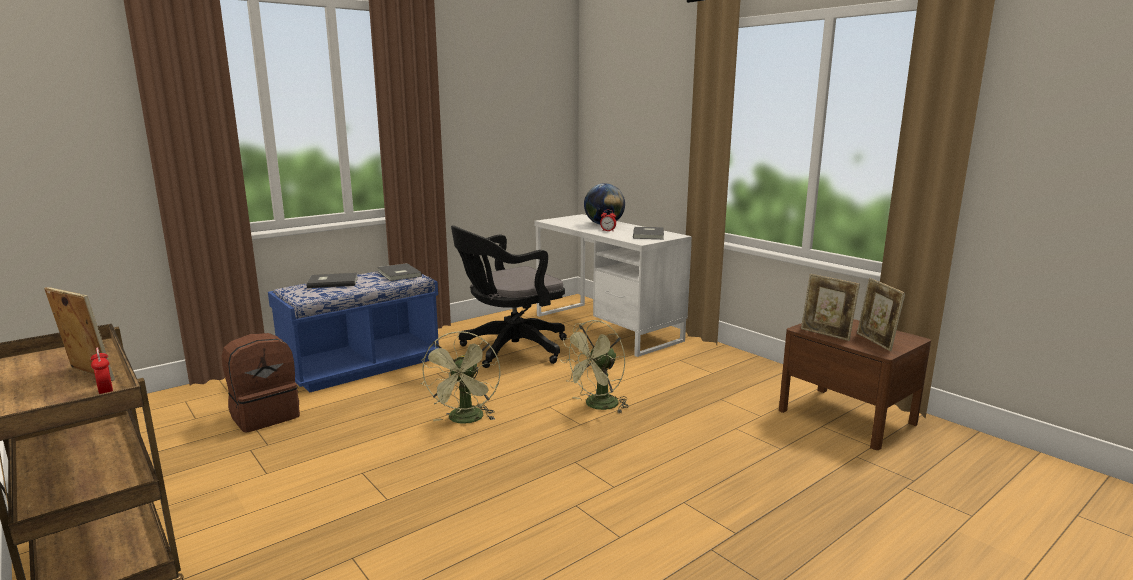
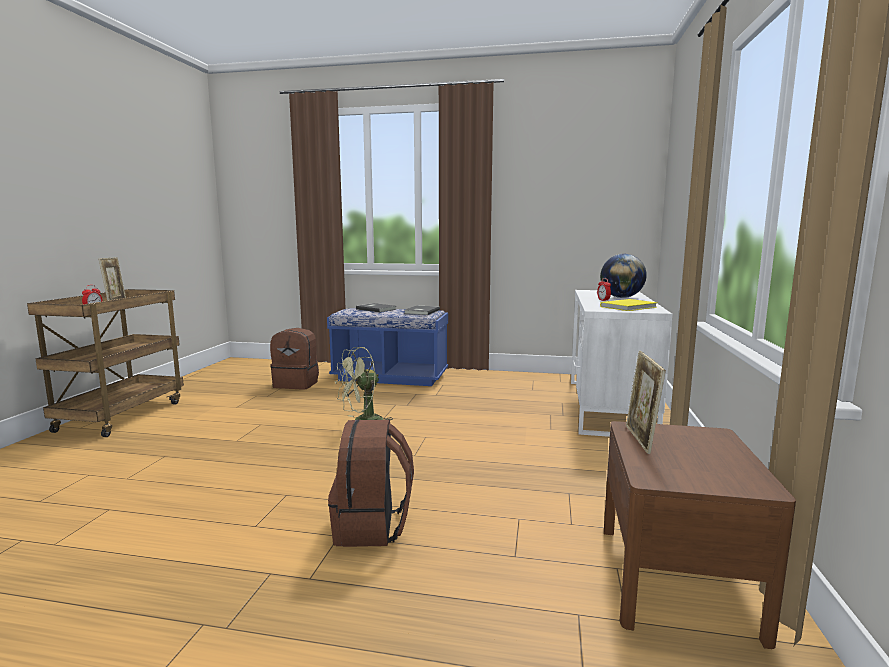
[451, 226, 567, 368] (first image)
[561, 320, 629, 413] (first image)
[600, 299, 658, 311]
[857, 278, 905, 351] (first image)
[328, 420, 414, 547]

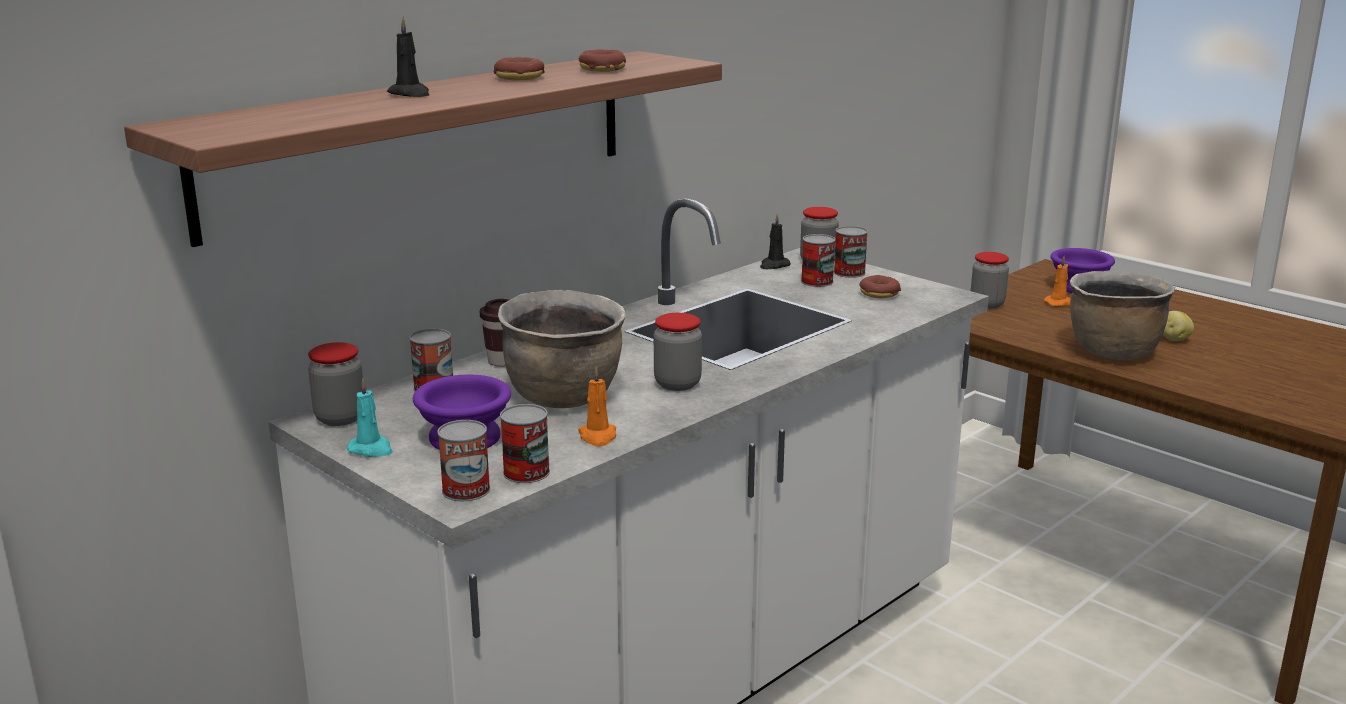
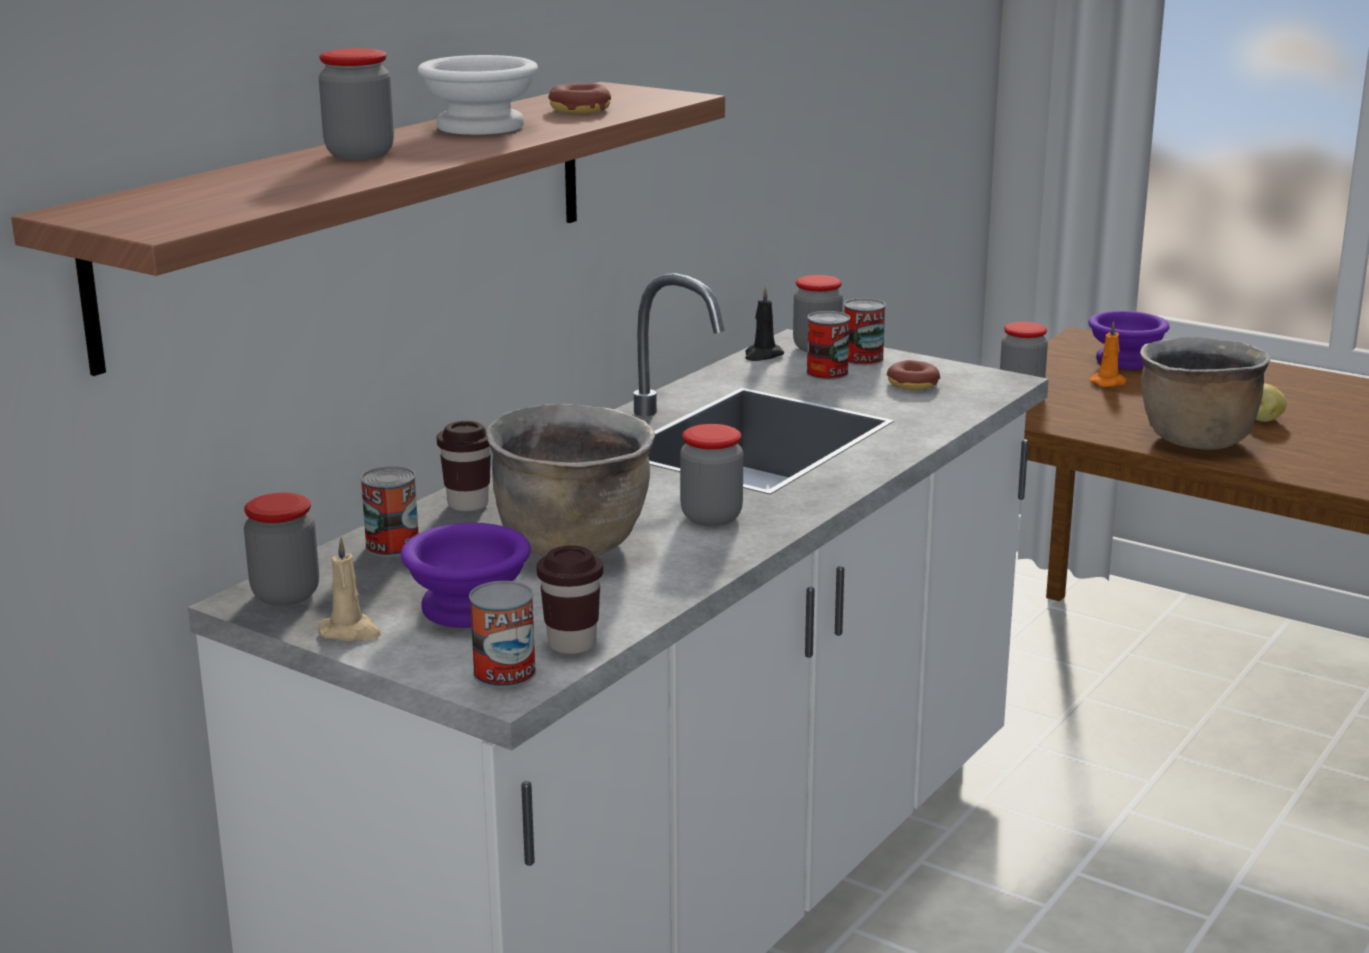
[318, 537, 381, 642]
[319, 48, 394, 160]
[417, 55, 538, 135]
[536, 546, 603, 654]
[578, 366, 616, 446] (first image)

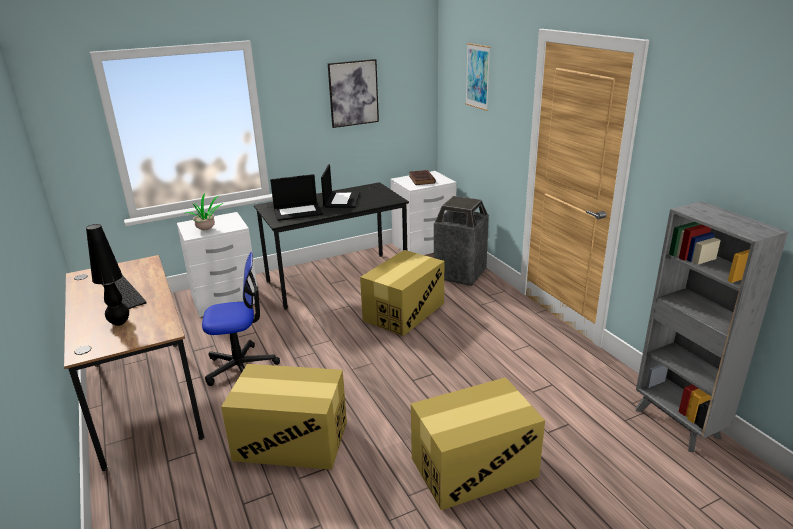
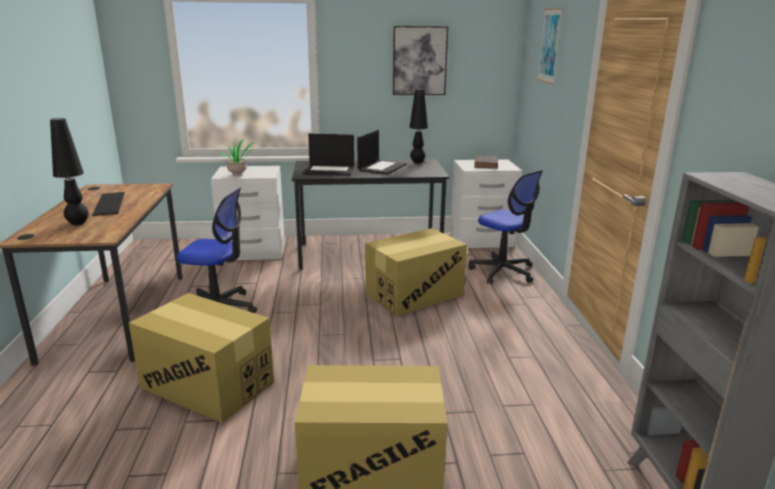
[468, 170, 543, 284]
[409, 89, 428, 164]

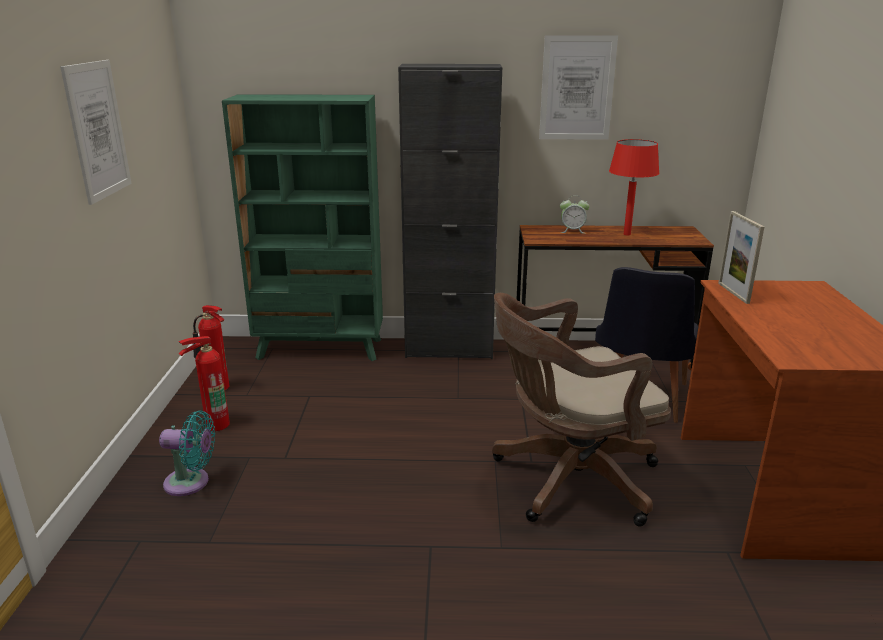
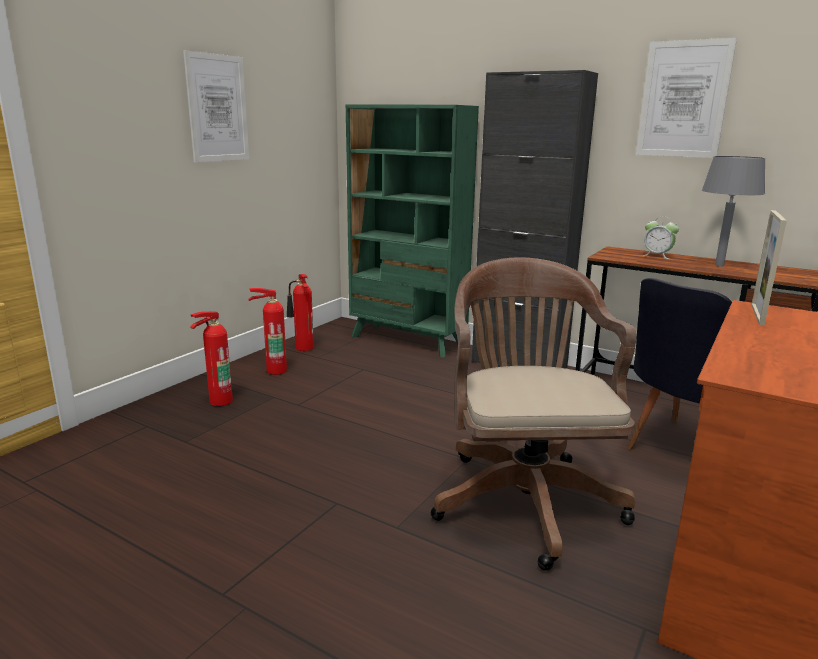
[190, 311, 233, 406]
[431, 257, 636, 571]
[702, 156, 766, 267]

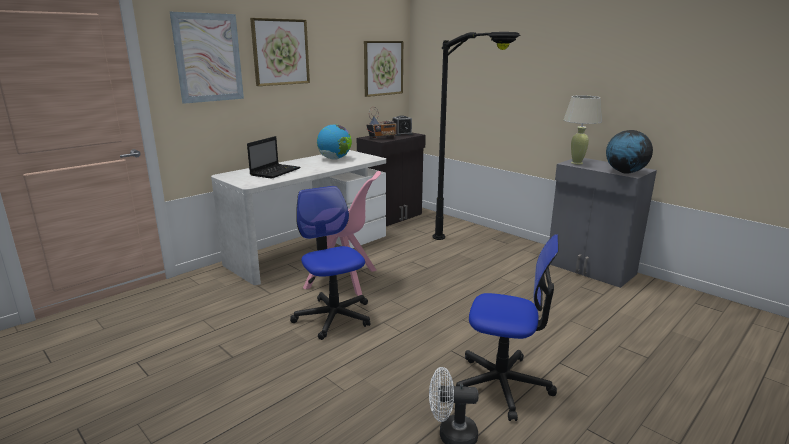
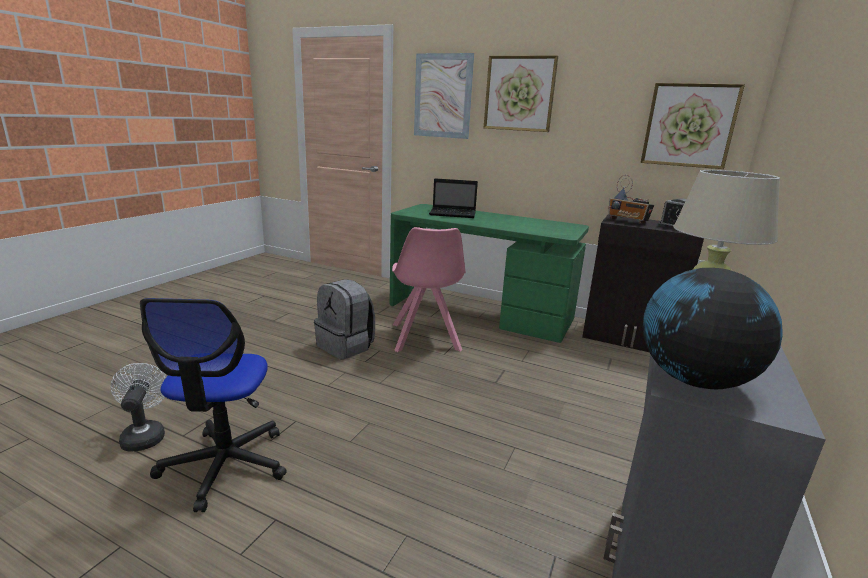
[389, 204, 589, 343]
[314, 279, 375, 360]
[317, 124, 352, 160] (first image)
[432, 32, 521, 240] (first image)

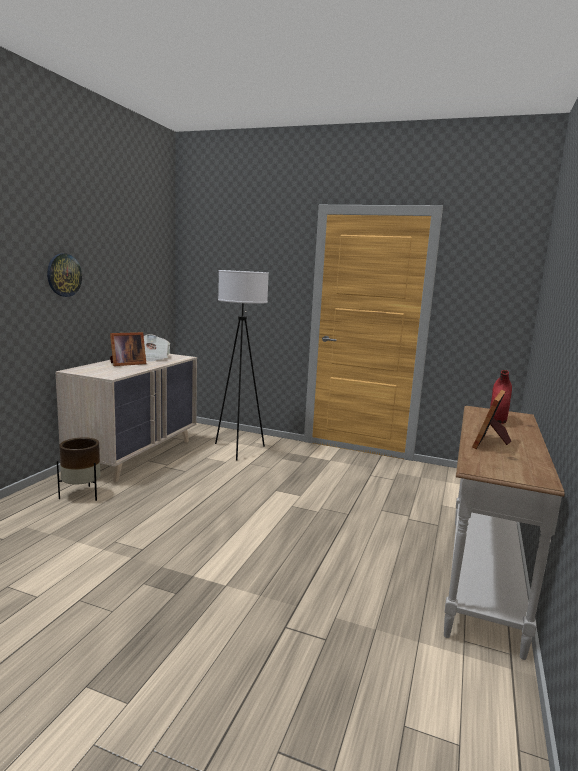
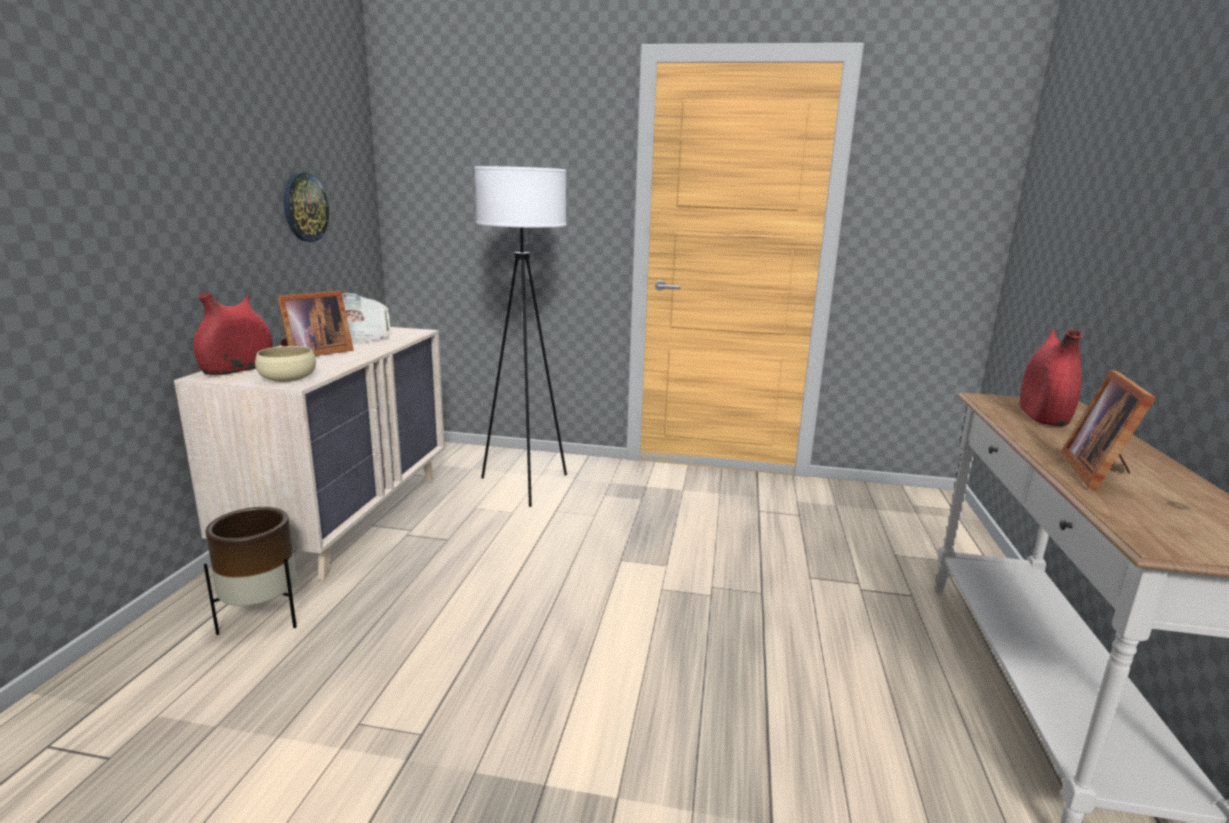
[284, 172, 329, 242]
[193, 292, 273, 375]
[255, 346, 316, 382]

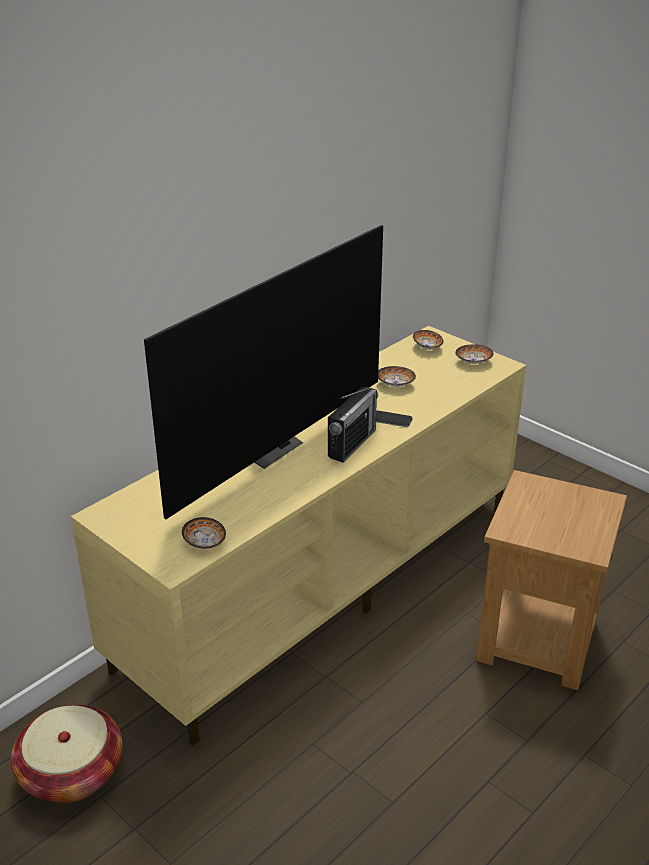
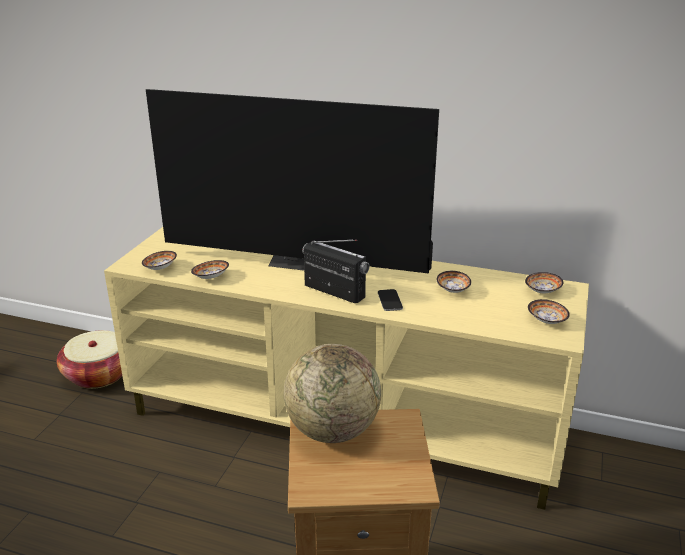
[302, 240, 370, 303]
[191, 260, 229, 279]
[284, 344, 381, 443]

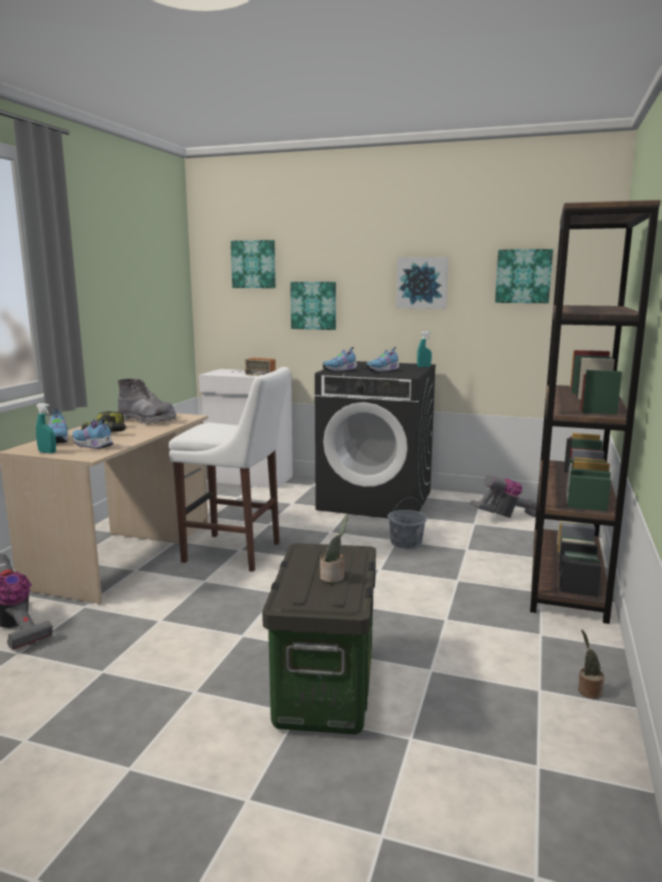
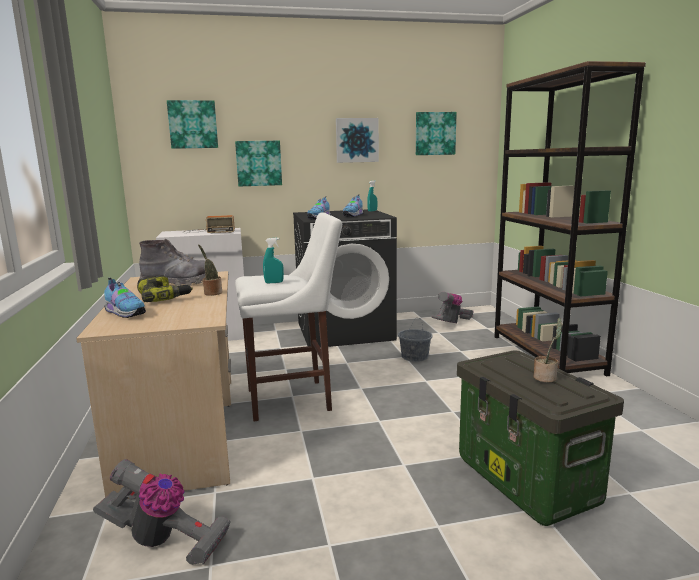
[263, 238, 284, 283]
[72, 419, 113, 449] (first image)
[198, 244, 222, 296]

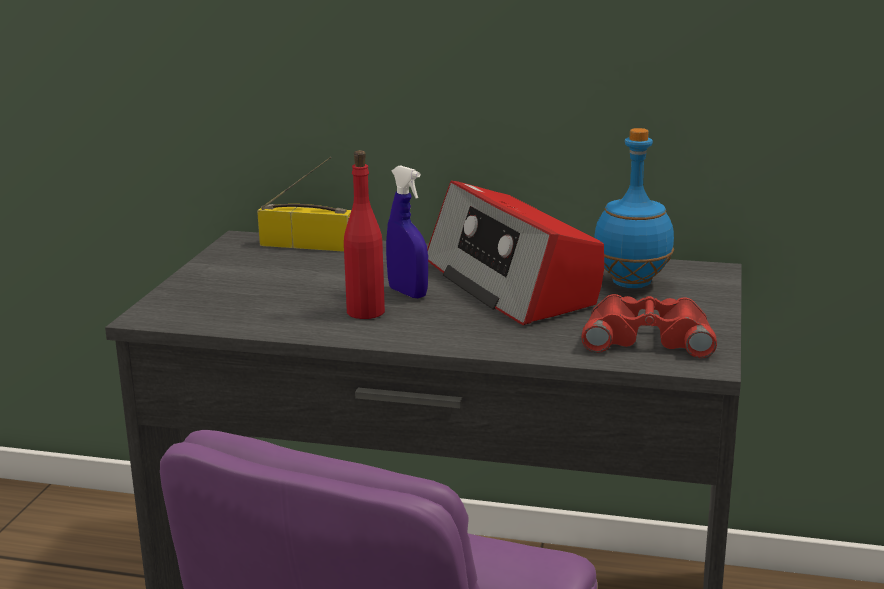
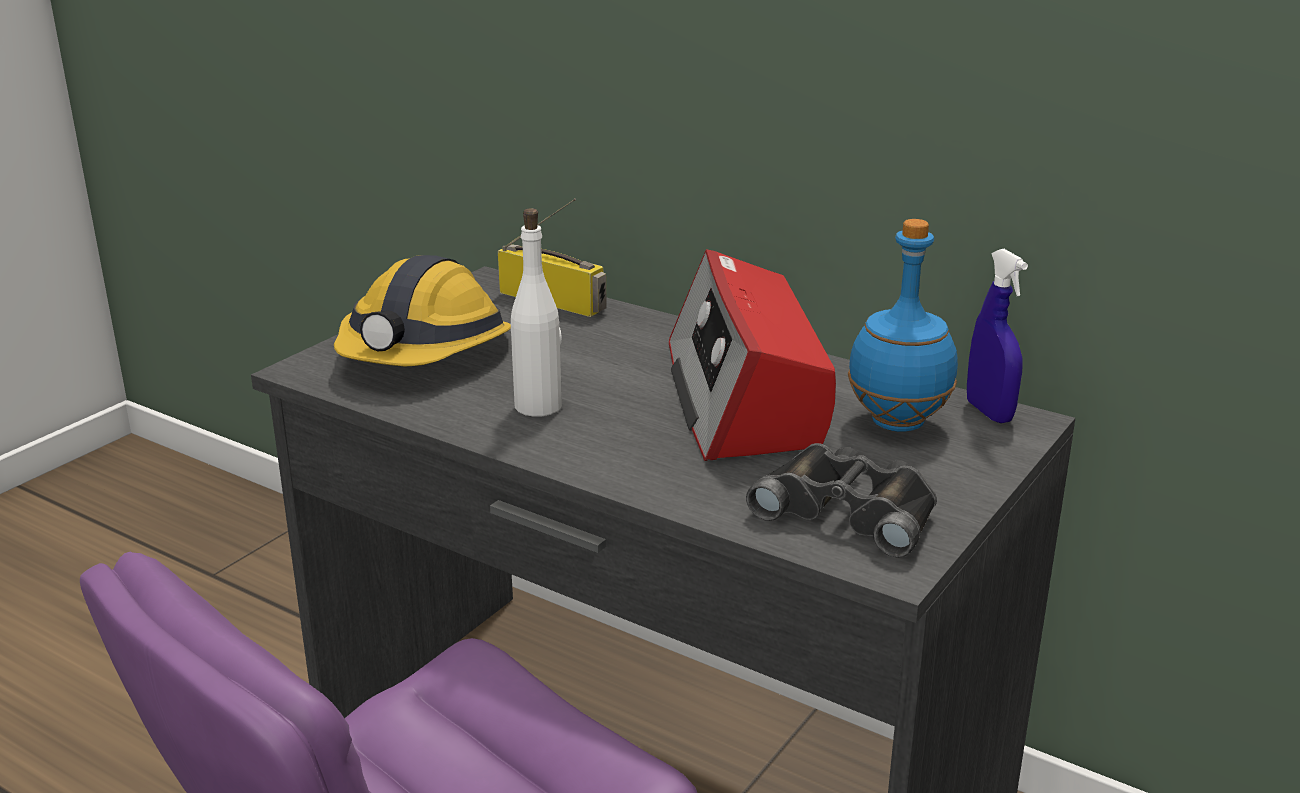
[511, 208, 562, 417]
[967, 249, 1028, 423]
[746, 443, 937, 558]
[334, 255, 511, 366]

